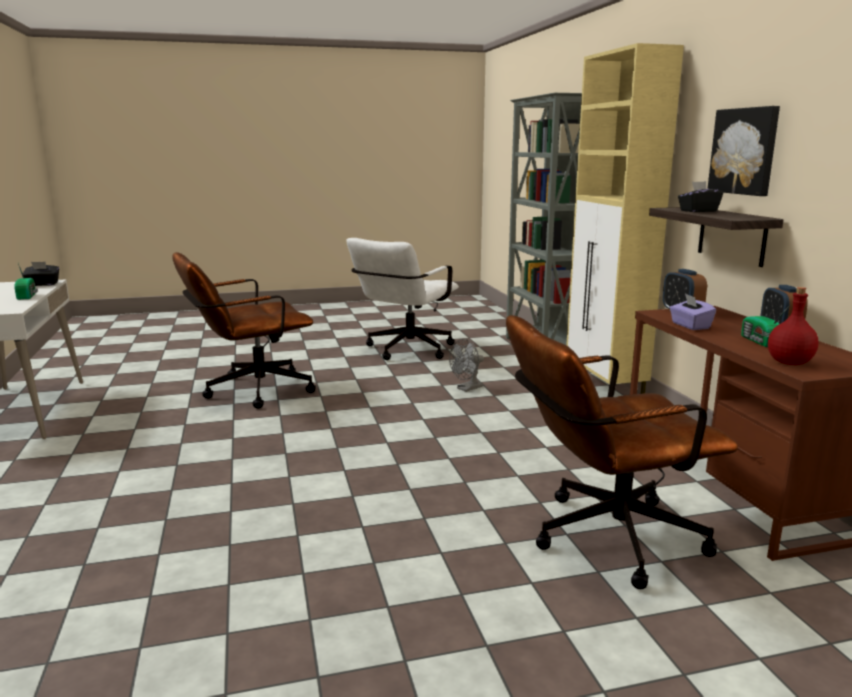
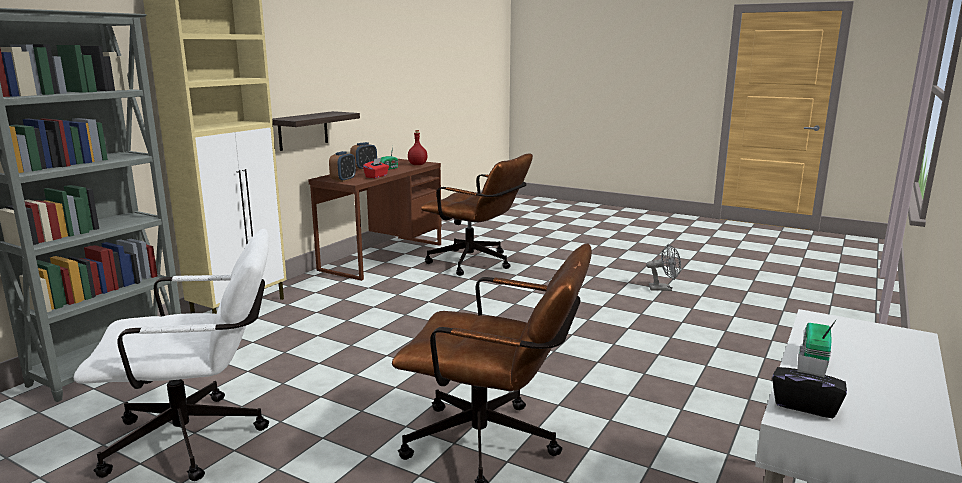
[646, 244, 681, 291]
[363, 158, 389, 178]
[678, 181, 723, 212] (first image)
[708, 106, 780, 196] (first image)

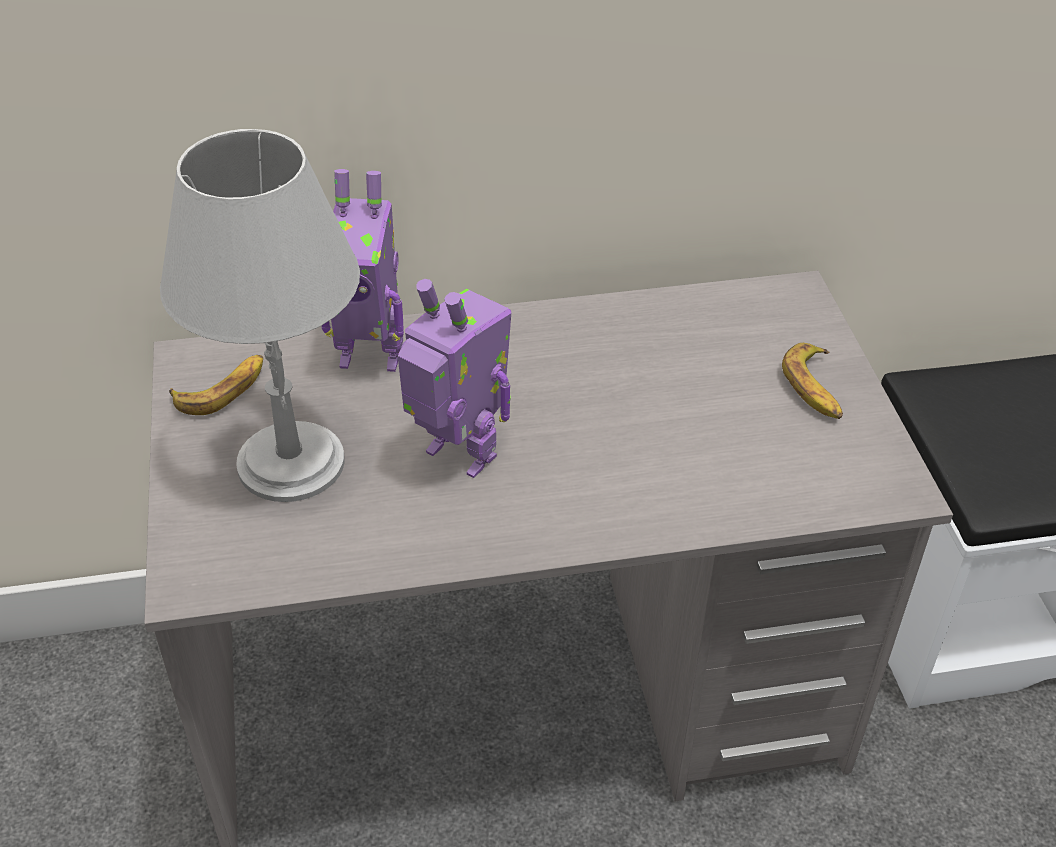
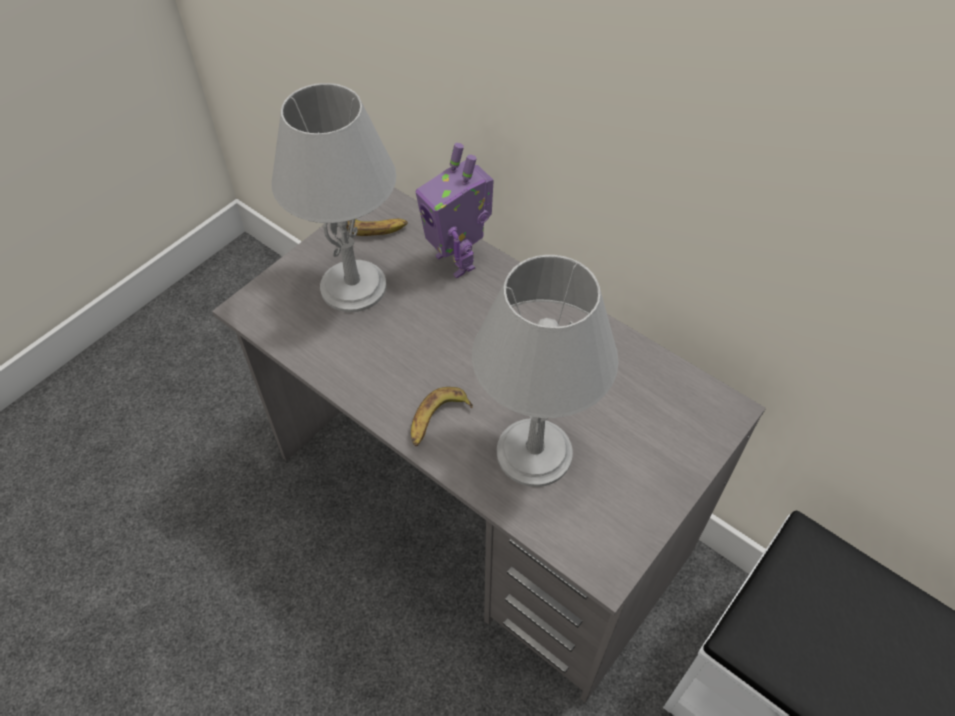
[398, 279, 511, 478] (first image)
[411, 387, 473, 446]
[472, 255, 619, 487]

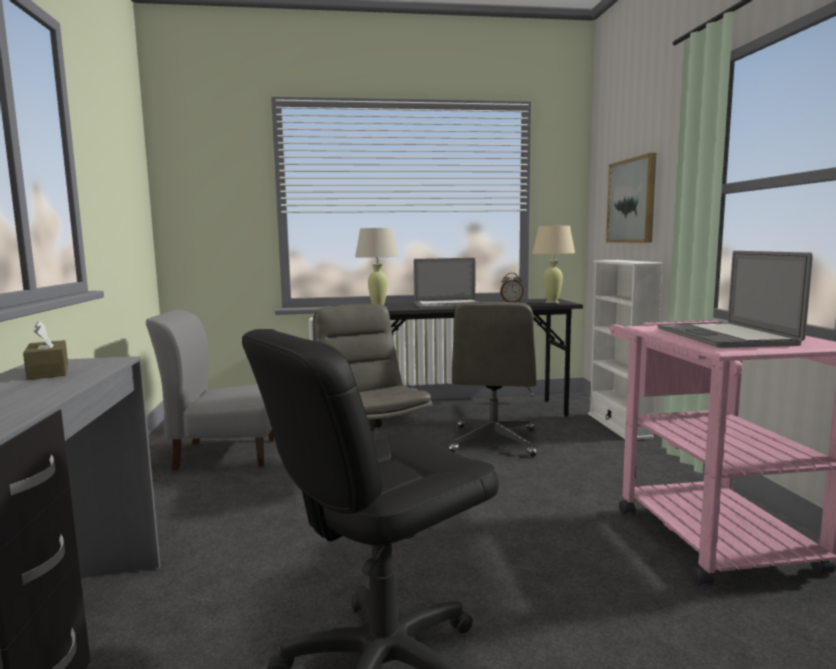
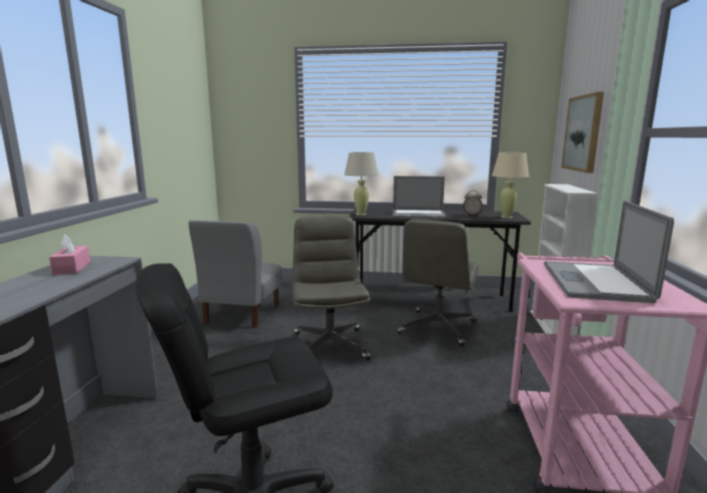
[49, 235, 91, 275]
[189, 220, 283, 328]

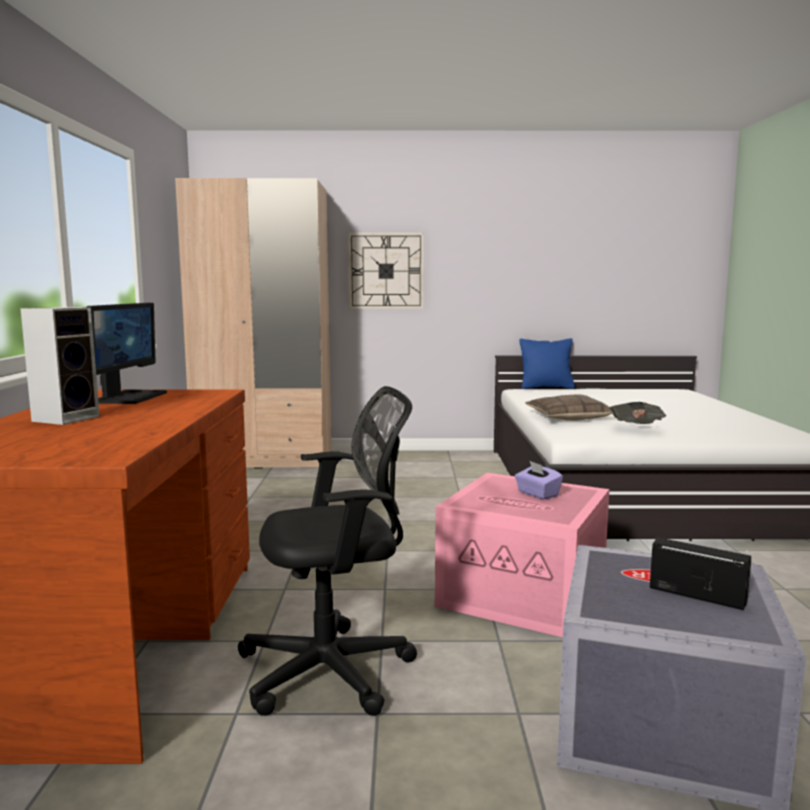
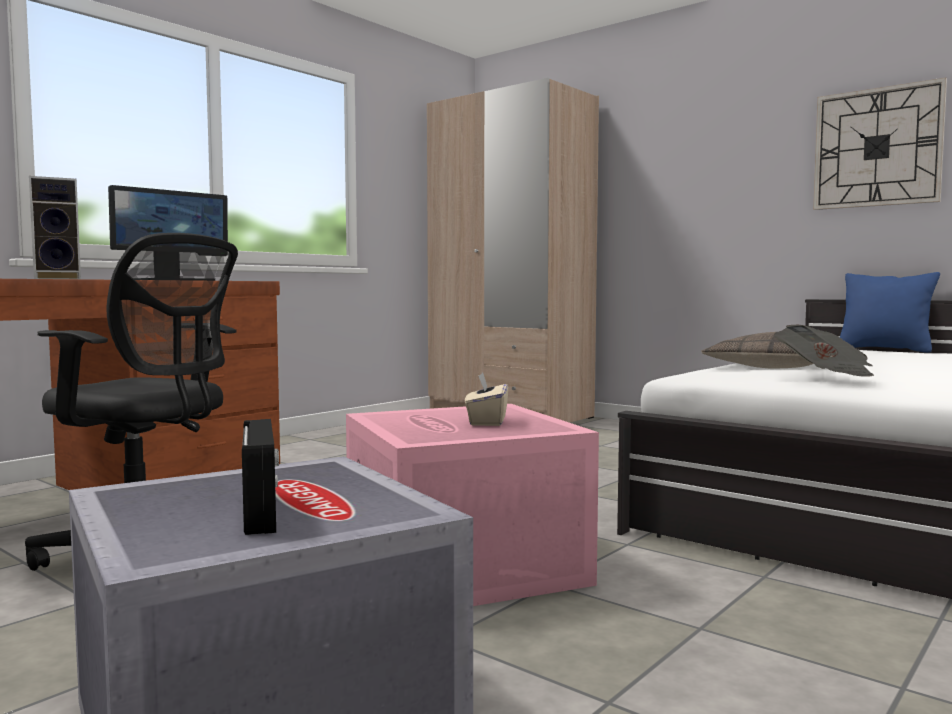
[813, 78, 947, 210]
[465, 373, 508, 426]

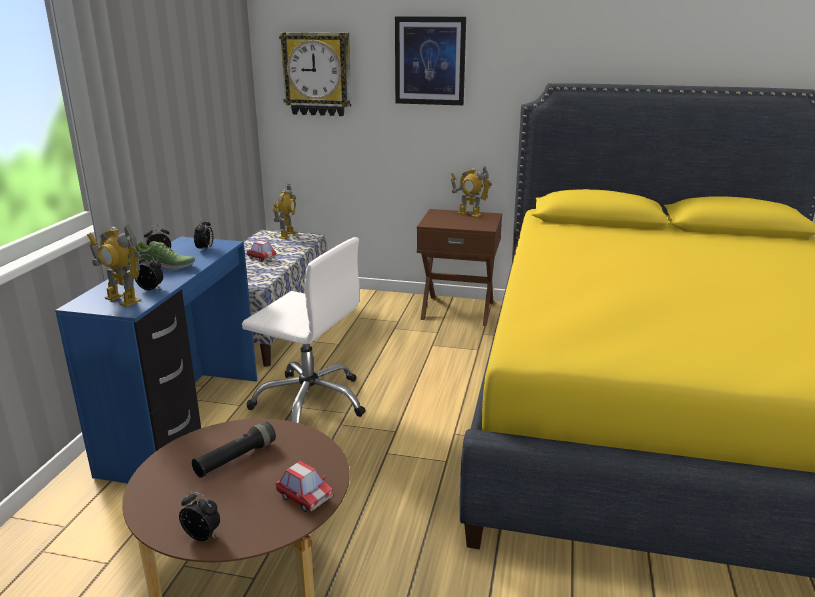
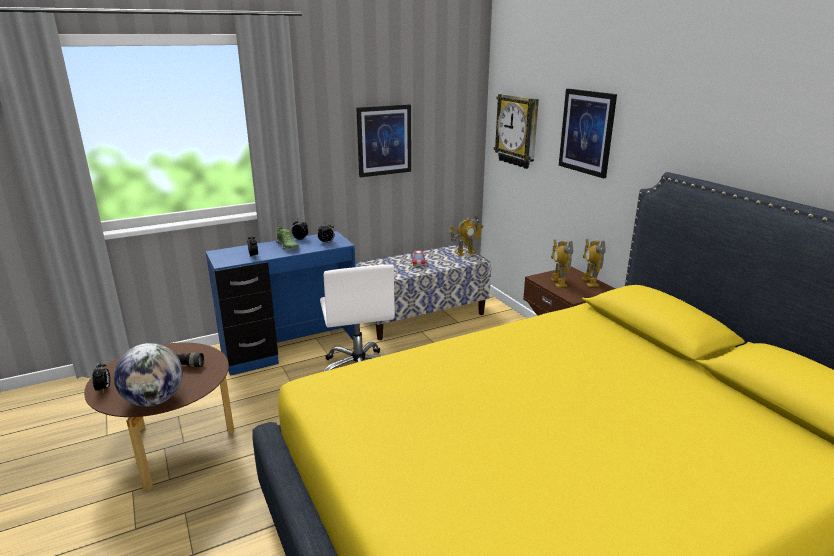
[551, 239, 573, 287]
[114, 343, 183, 407]
[356, 104, 411, 177]

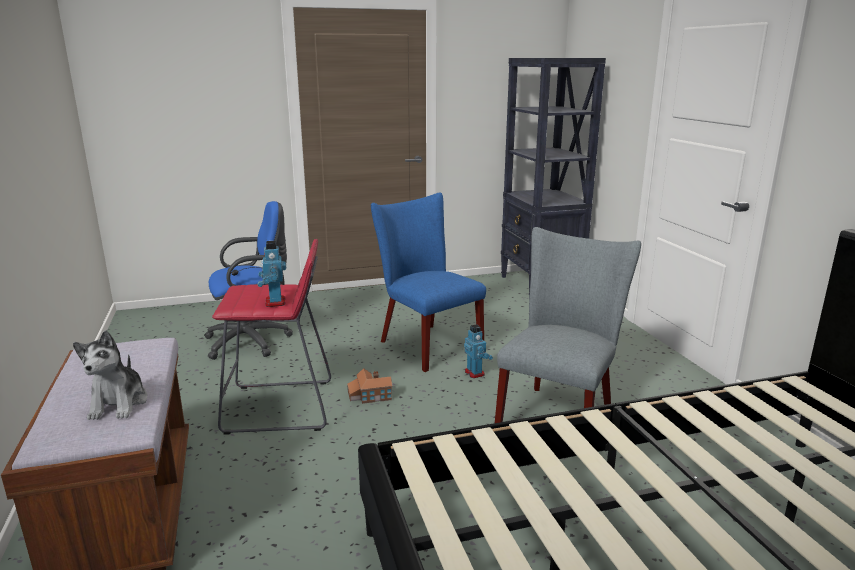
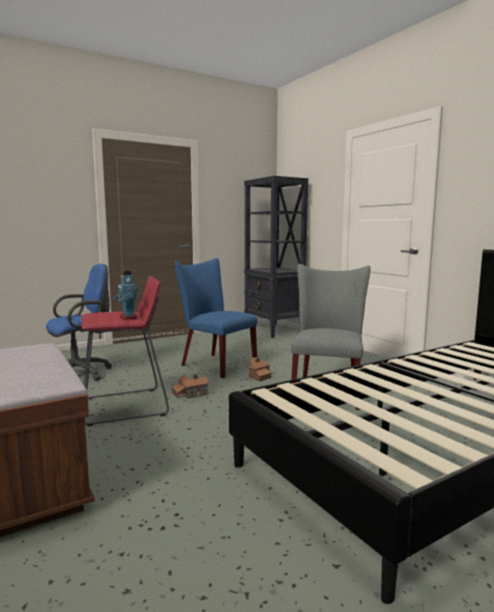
[73, 330, 147, 420] (first image)
[248, 356, 271, 381]

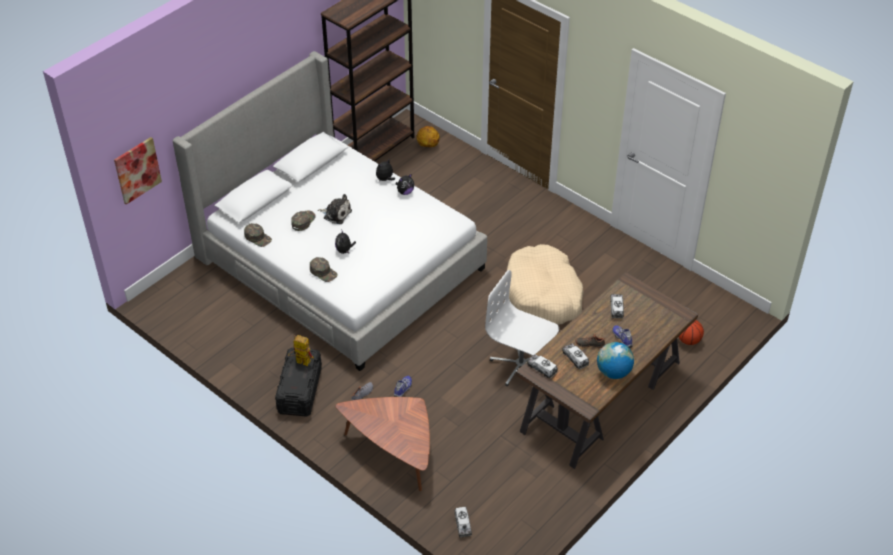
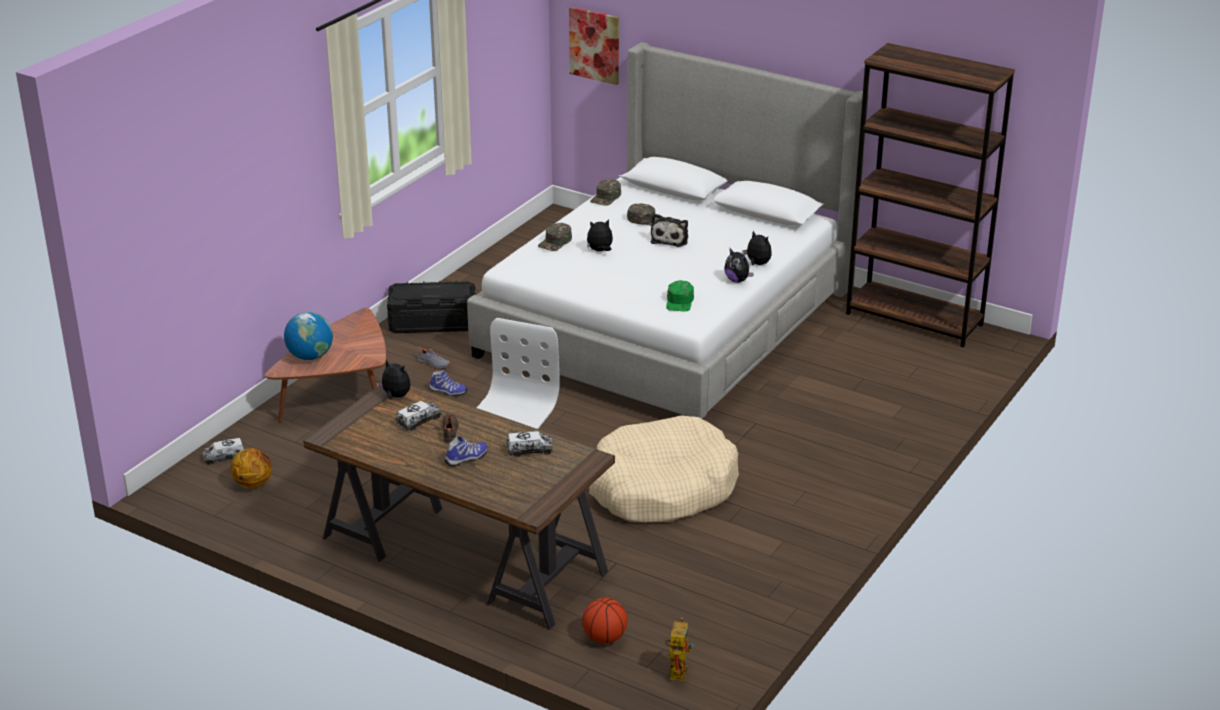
[665, 617, 694, 681]
[230, 448, 272, 489]
[376, 360, 411, 399]
[284, 312, 333, 360]
[666, 280, 694, 312]

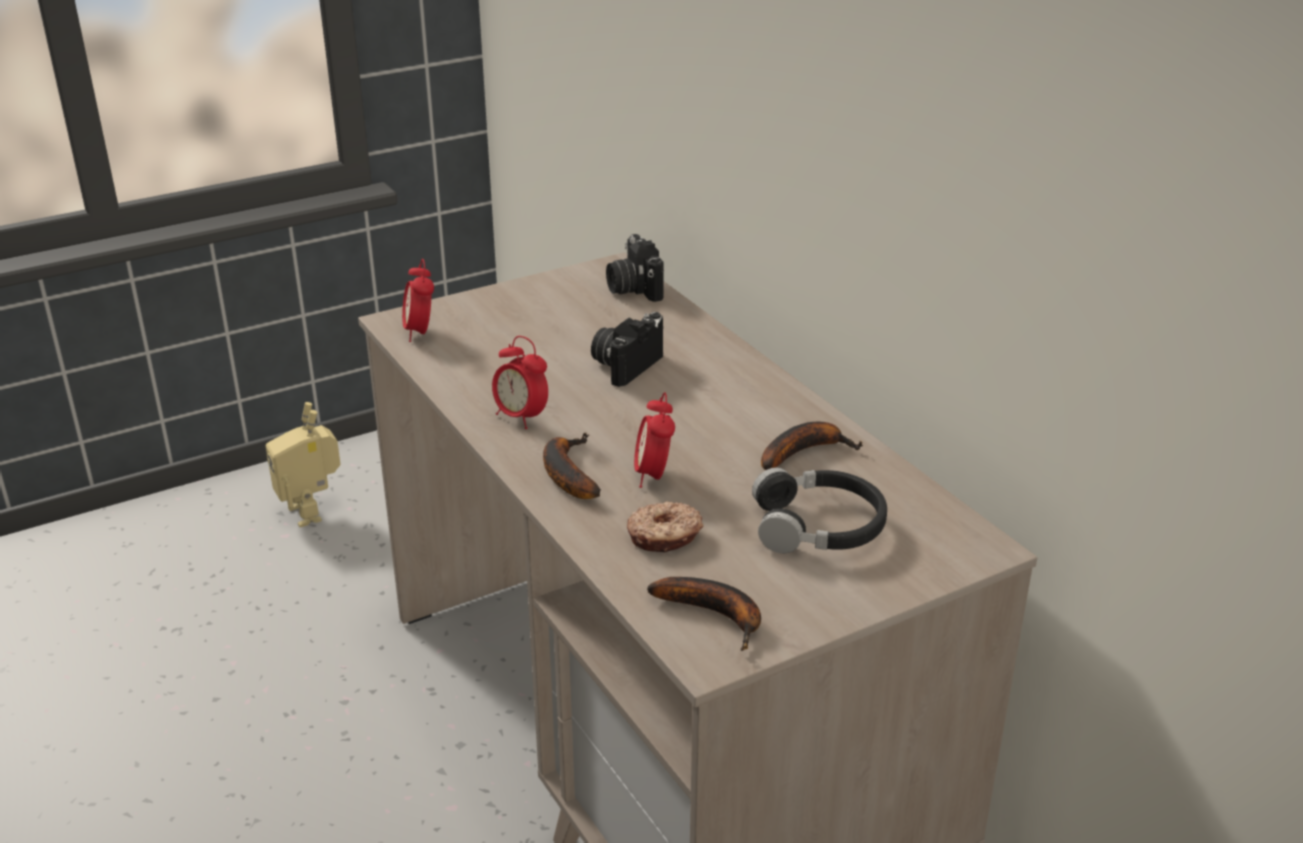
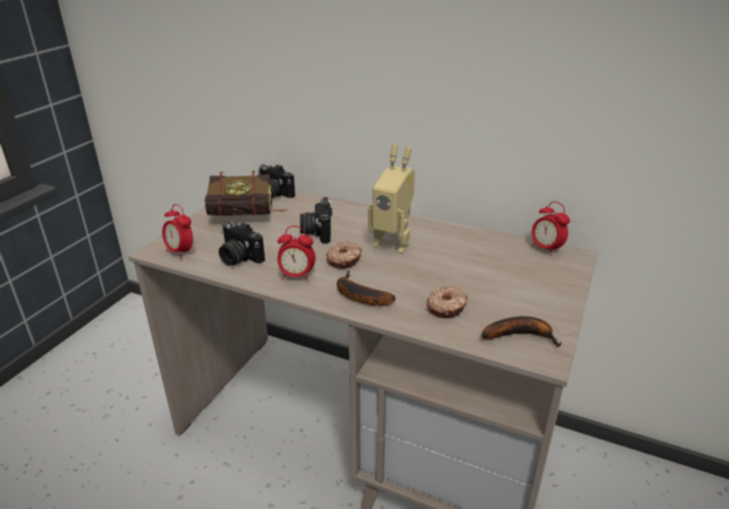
[368, 145, 415, 253]
[531, 201, 570, 256]
[752, 467, 887, 554] (first image)
[761, 422, 863, 470] (first image)
[204, 170, 288, 216]
[219, 221, 265, 266]
[326, 241, 362, 269]

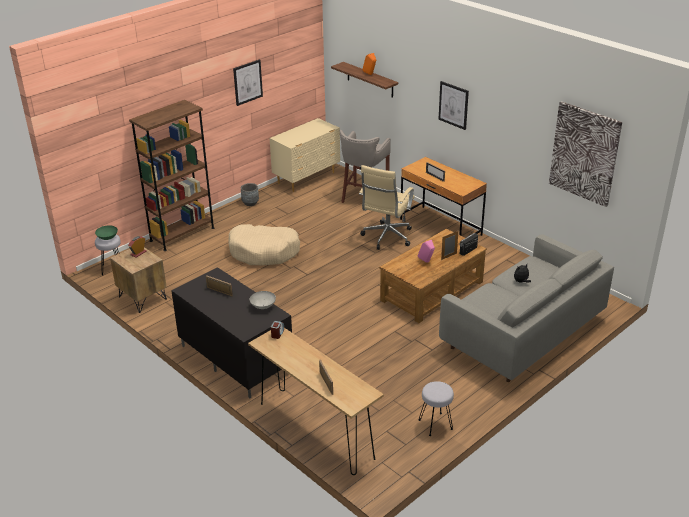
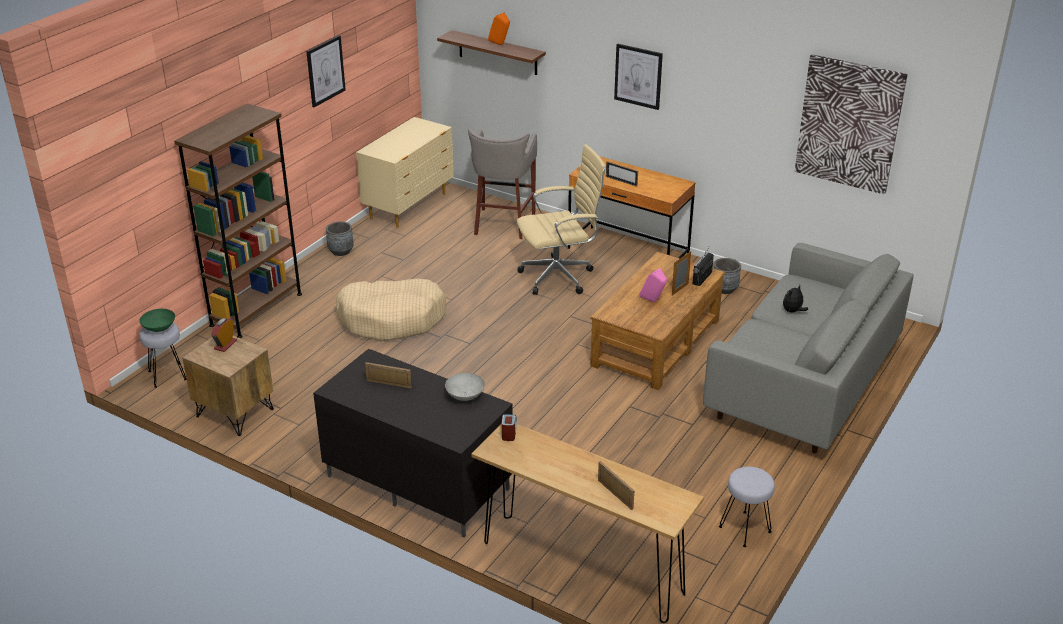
[517, 144, 606, 295]
[713, 258, 741, 294]

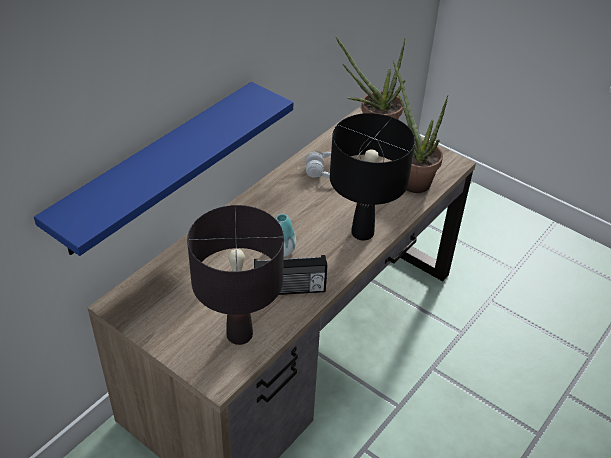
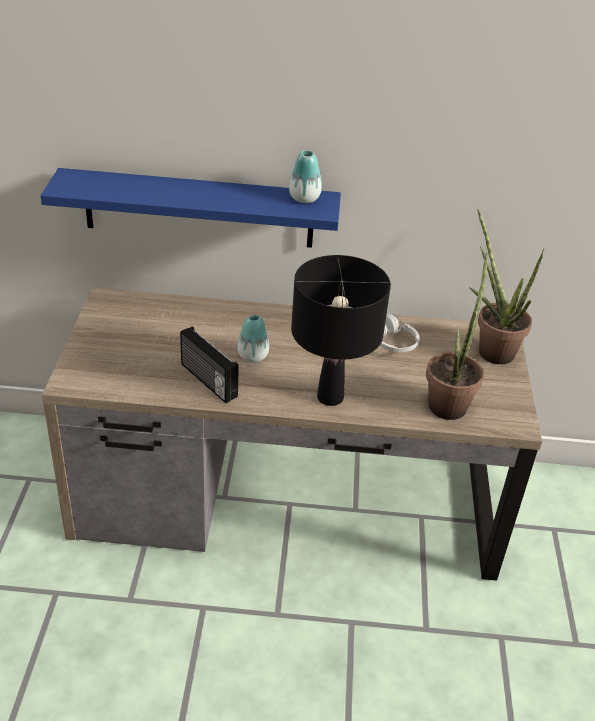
[187, 205, 284, 345] (first image)
[289, 150, 322, 203]

